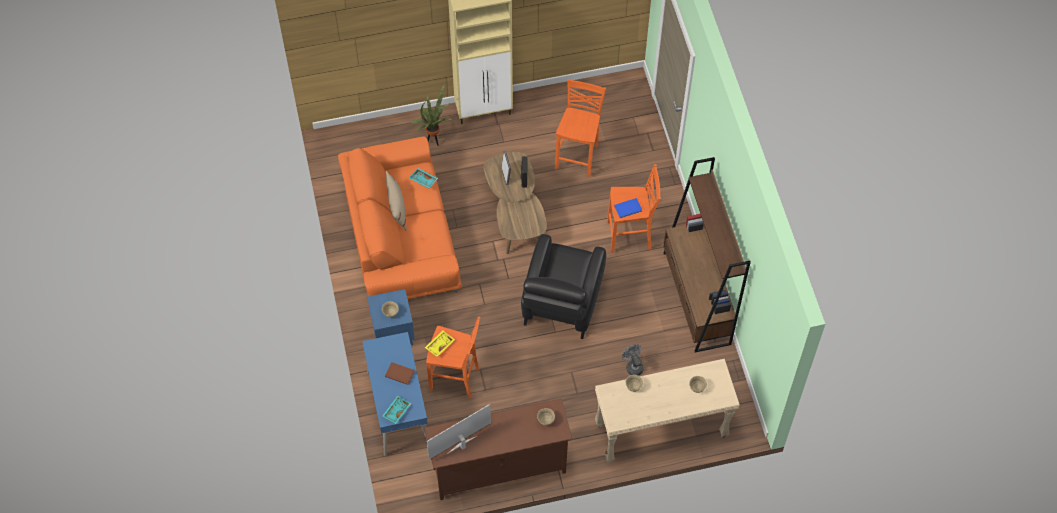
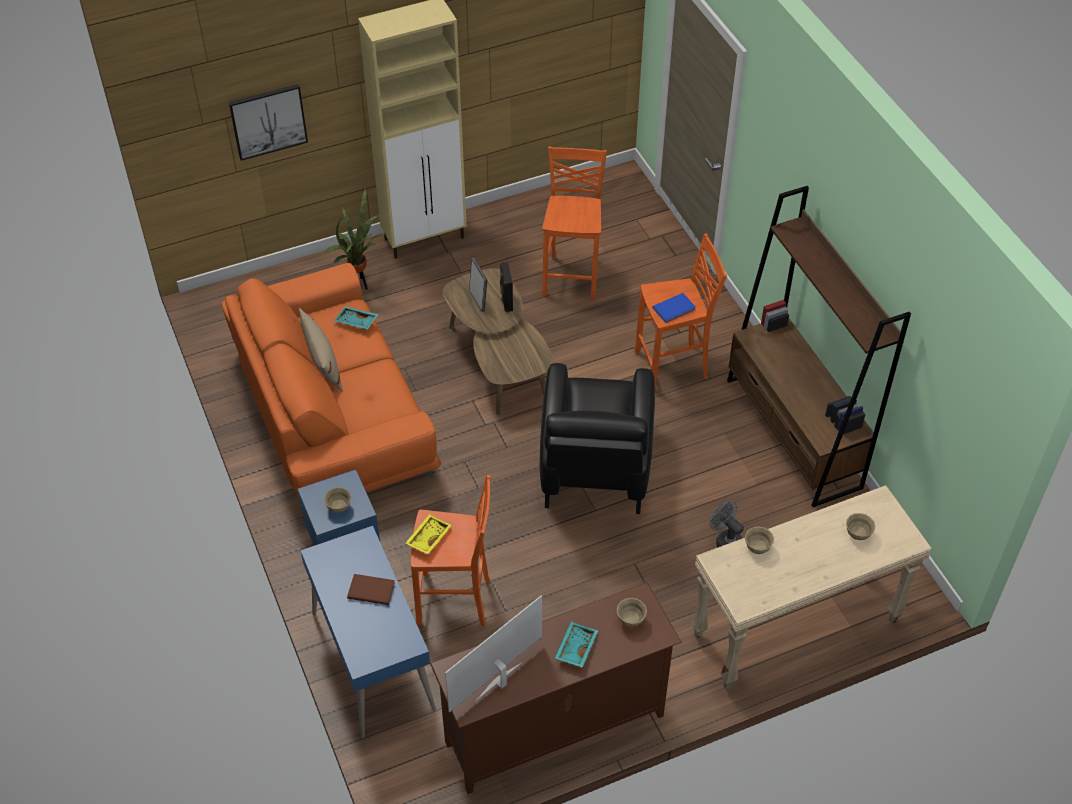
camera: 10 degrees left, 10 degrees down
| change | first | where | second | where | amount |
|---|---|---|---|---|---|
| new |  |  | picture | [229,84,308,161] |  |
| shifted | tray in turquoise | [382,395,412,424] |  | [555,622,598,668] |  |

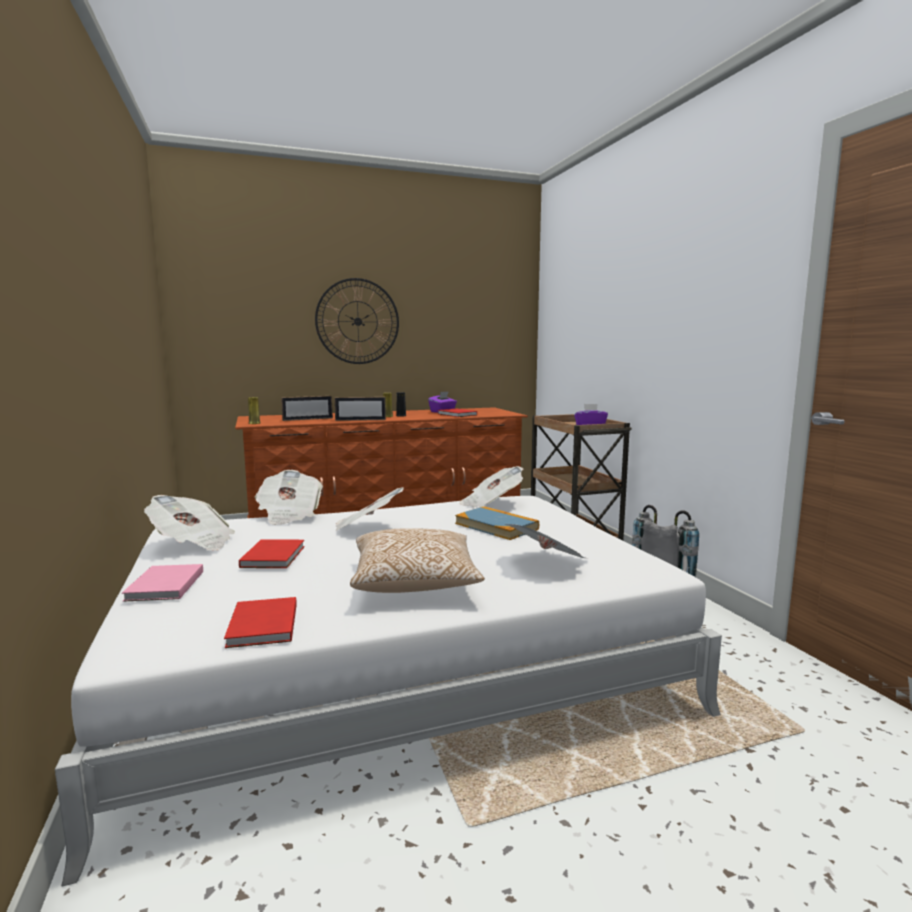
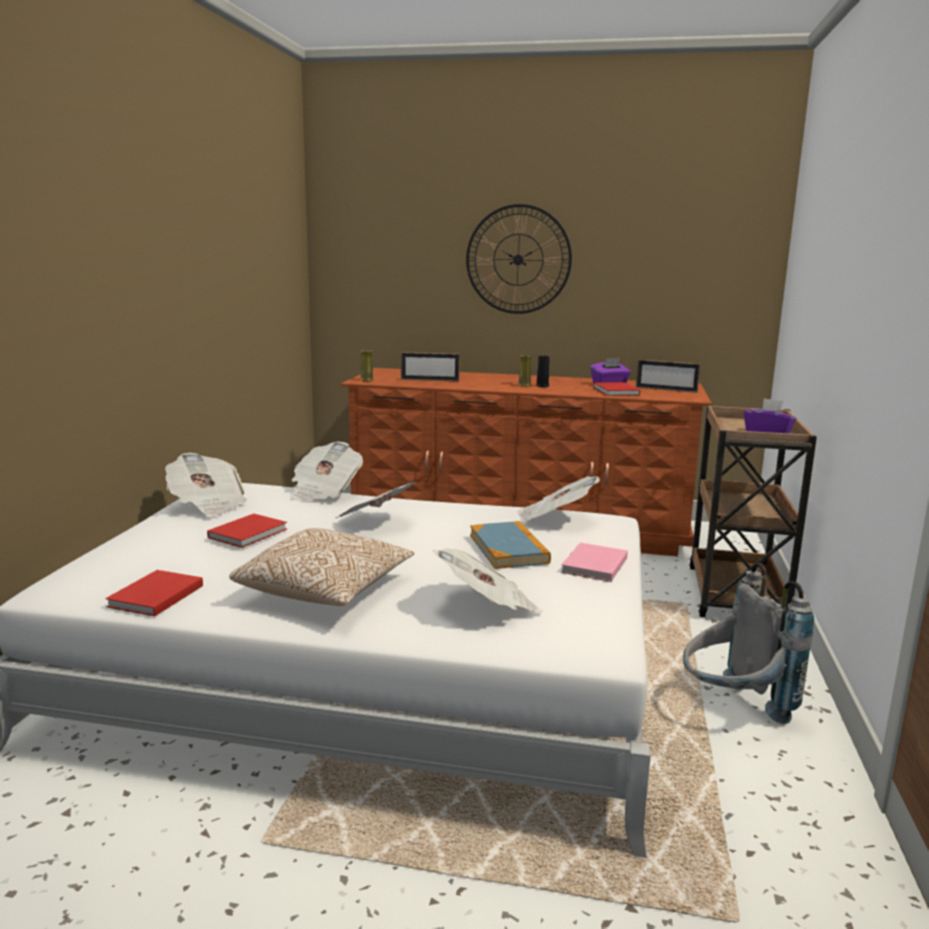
camera: 30 degrees right, 5 degrees up
| change | first | where | second | where | amount |
|---|---|---|---|---|---|
| shifted | book in pink | [122,564,203,602] |  | [561,543,628,582] |  |
| shifted | picture frame | [334,397,386,421] |  | [636,359,700,393] |  |

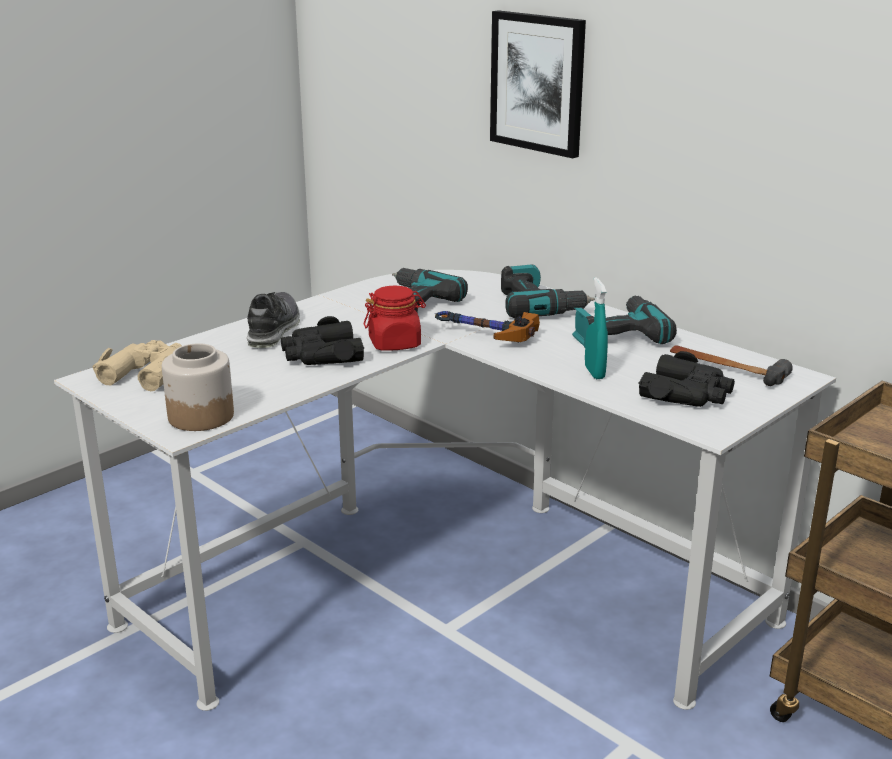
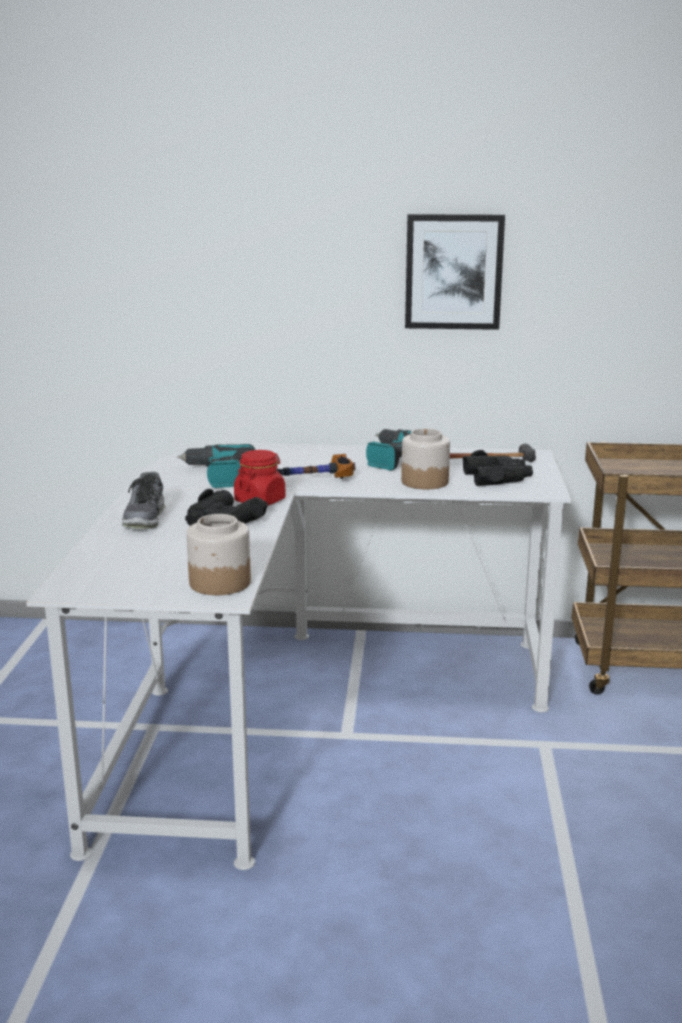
camera: 40 degrees left, 5 degrees down
| change | first | where | second | where | amount |
|---|---|---|---|---|---|
| gone | binoculars in beige | [93,340,182,391] |  |  |  |
| gone | power drill | [501,265,595,318] |  |  |  |
| shifted | picture | [490,10,586,158] |  | [405,214,505,330] |  |
| swapped | spray bottle in turquoise | [585,277,608,379] | jar | [401,428,450,489] |  |
| rotated | shoe | [247,292,300,348] |  | [122,472,165,530] | 150 degrees counterclockwise |

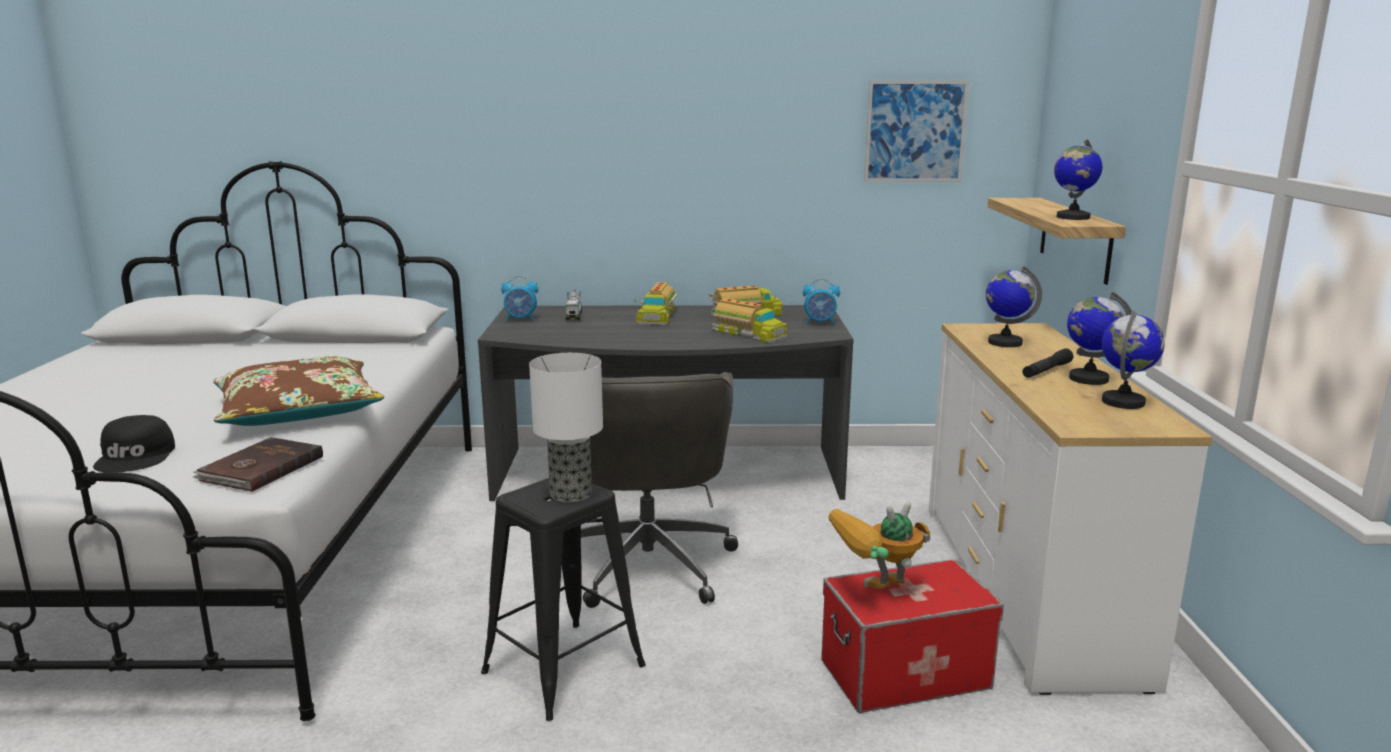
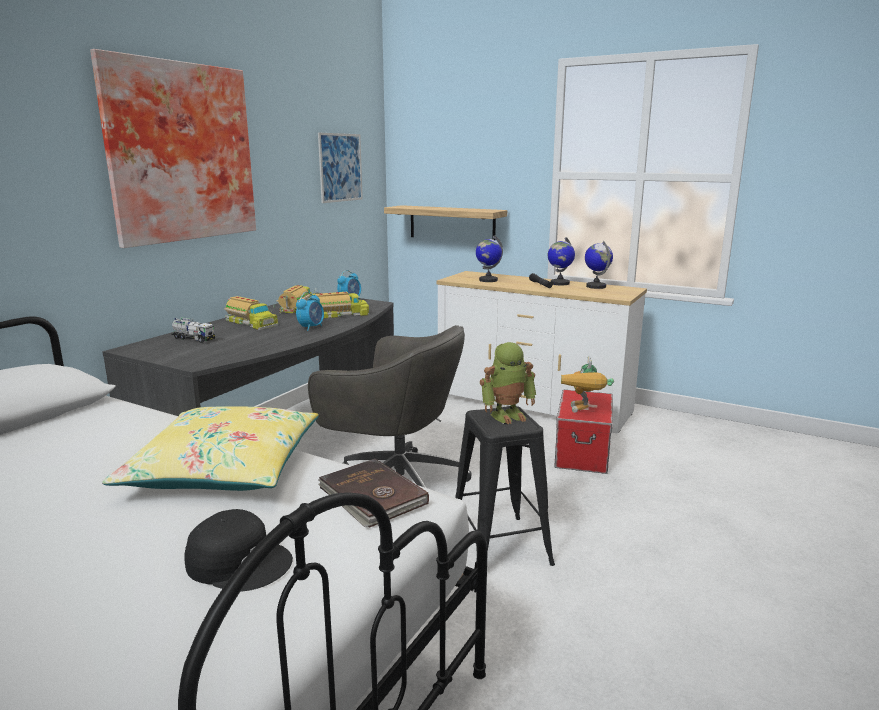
camera: 60 degrees left, 0 degrees up
| change | first | where | second | where | amount |
|---|---|---|---|---|---|
| gone | globe | [1054,139,1102,220] |  |  |  |
| new |  |  | picture | [90,49,256,248] |  |
| shifted | alarm clock | [501,276,538,321] |  | [296,292,324,331] |  |
| swapped | table lamp | [529,353,603,503] | toy robot | [480,342,536,424] |  |
| repainted | pillow in brown | [213,356,385,426] | pillow in yellow | [102,407,319,491] |  |

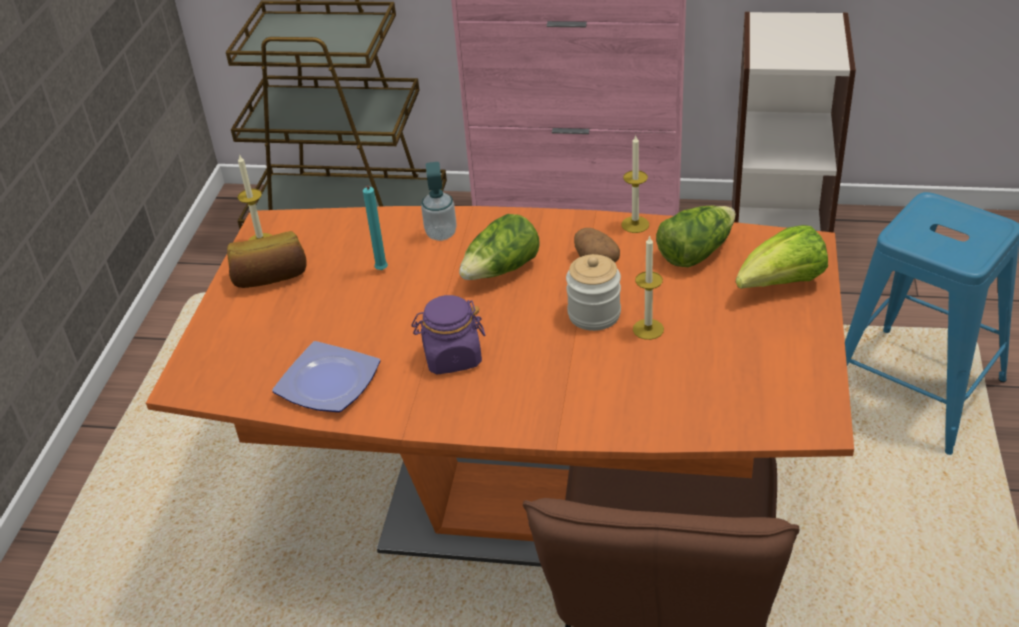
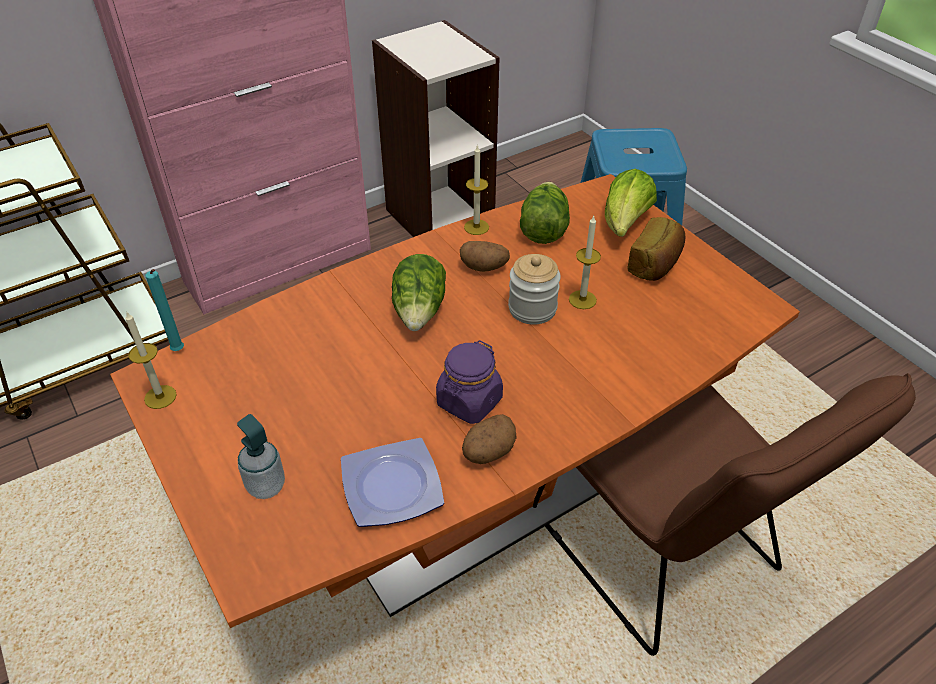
camera: 45 degrees left, 5 degrees up
| change | first | where | second | where | amount |
|---|---|---|---|---|---|
| new |  |  | potato | [462,414,517,464] |  |
| shifted | bread | [227,231,307,288] |  | [627,217,685,281] |  |
| shifted | candle in turquoise | [363,186,388,270] |  | [145,269,184,351] |  |
| shifted | soap dispenser | [421,162,457,241] |  | [237,414,285,499] |  |

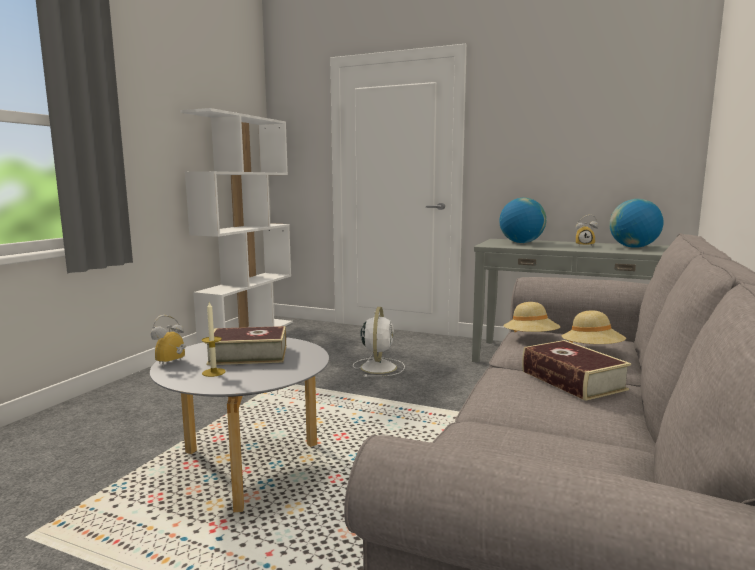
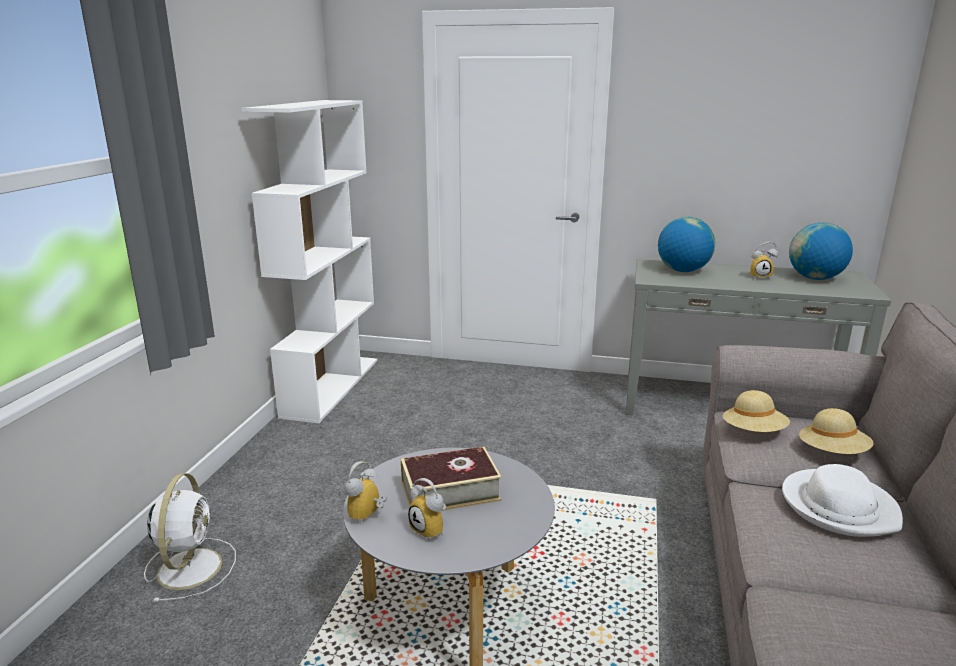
camera: 10 degrees left, 10 degrees up
| change | first | where | second | where | amount |
|---|---|---|---|---|---|
| shifted | fan in white | [353,307,405,377] |  | [144,474,236,603] |  |
| swapped | candle | [202,302,226,377] | alarm clock | [408,478,446,541] |  |
| swapped | book | [522,340,631,401] | hat in white | [782,464,903,537] |  |

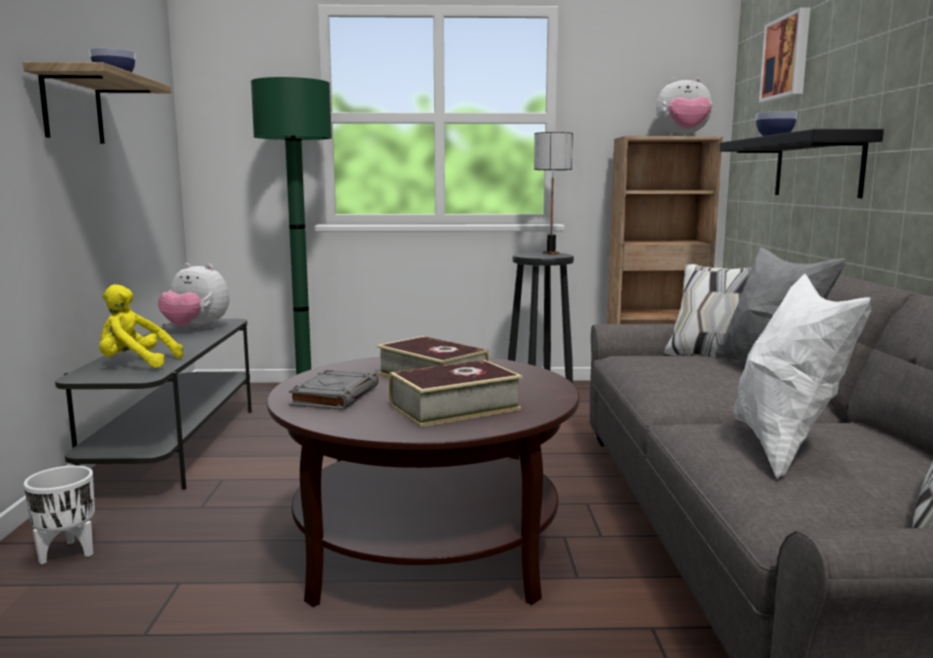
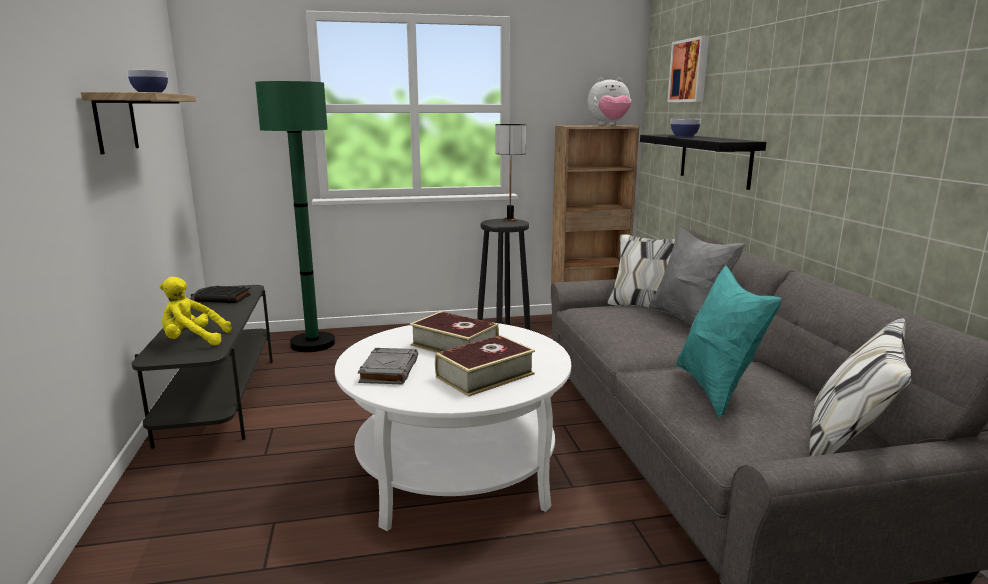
camera: 10 degrees left, 5 degrees up
| change | first | where | second | where | amount |
|---|---|---|---|---|---|
| gone | planter in white | [24,466,95,564] |  |  |  |
| swapped | plush toy | [158,263,229,328] | book in black | [194,286,251,303] |  |
| repainted | coffee table in brown | [267,357,580,607] | coffee table in white | [335,322,571,531] |  |
| repainted | pillow in white | [733,273,872,479] | pillow in turquoise | [677,265,781,418] |  |

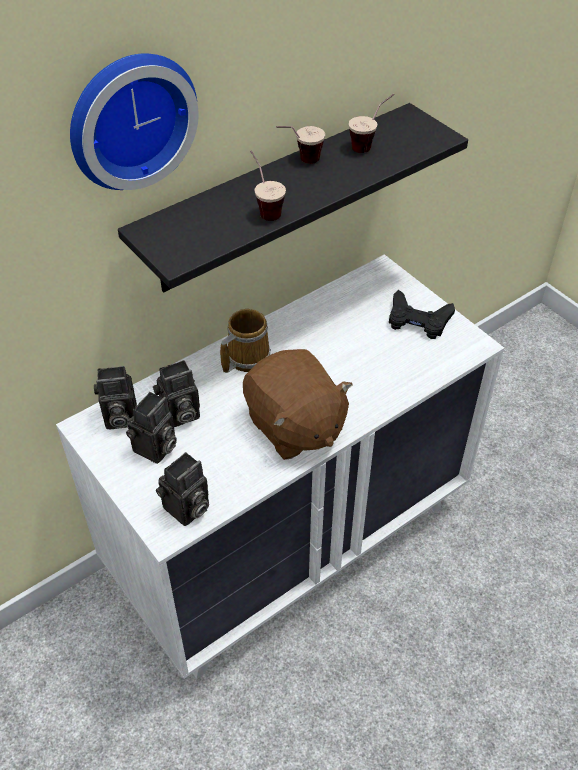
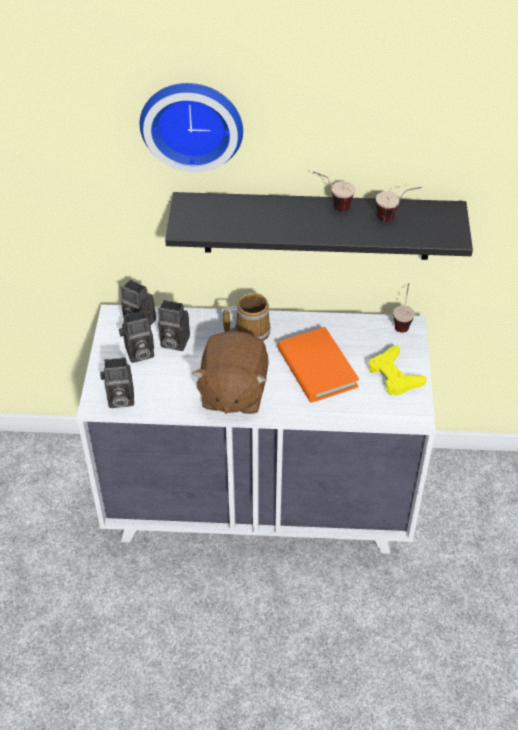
camera: 40 degrees right, 0 degrees up
| change | first | where | second | where | amount |
|---|---|---|---|---|---|
| new |  |  | book in orange | [277,327,359,403] |  |
| shifted | cup | [250,150,286,221] |  | [393,283,415,333] |  |
| repainted | game controller in black | [389,290,455,339] | game controller in yellow | [369,345,427,396] |  |

